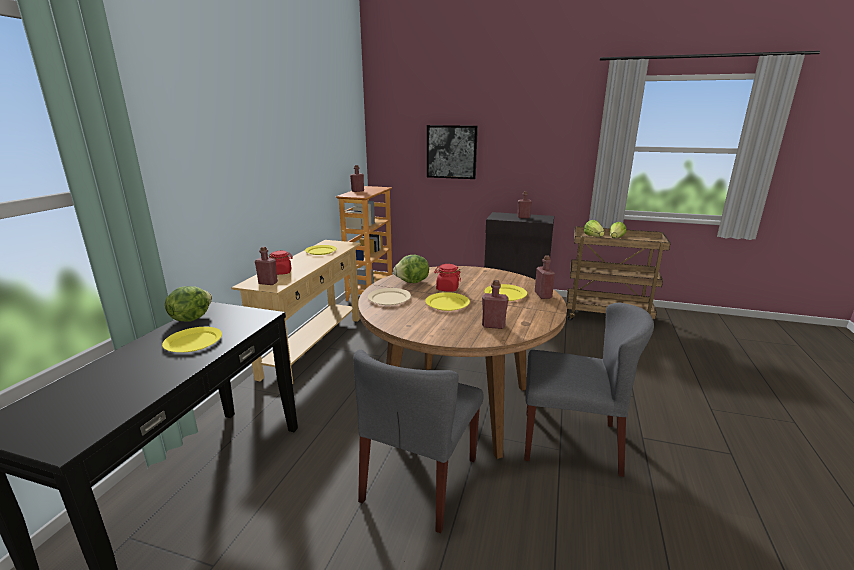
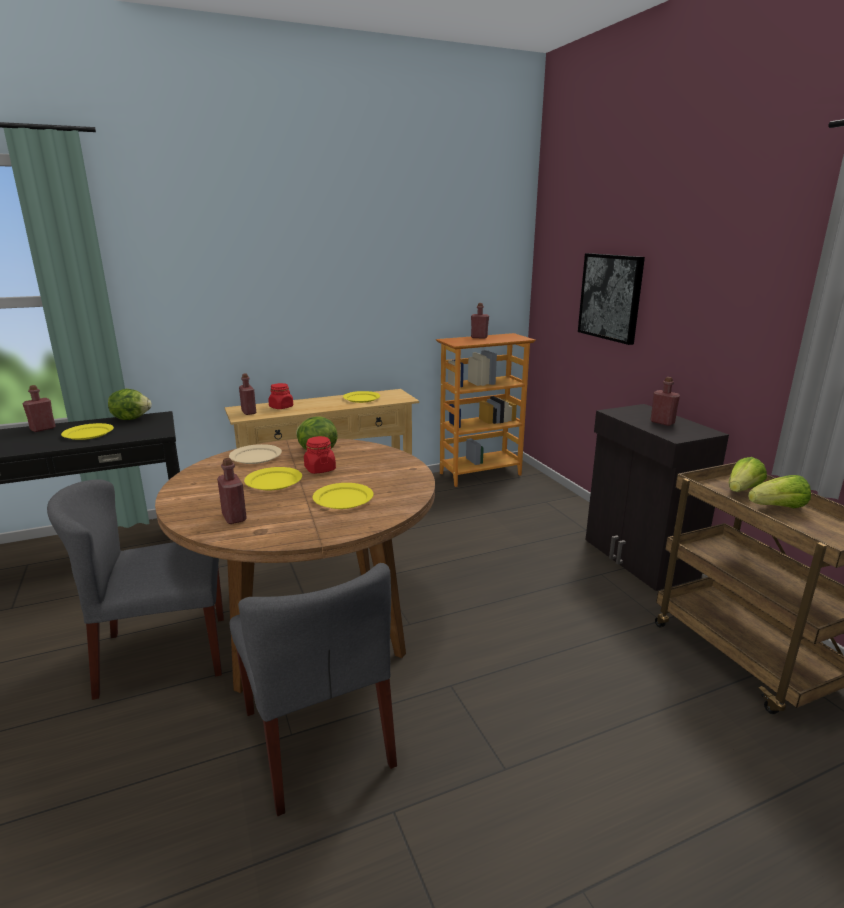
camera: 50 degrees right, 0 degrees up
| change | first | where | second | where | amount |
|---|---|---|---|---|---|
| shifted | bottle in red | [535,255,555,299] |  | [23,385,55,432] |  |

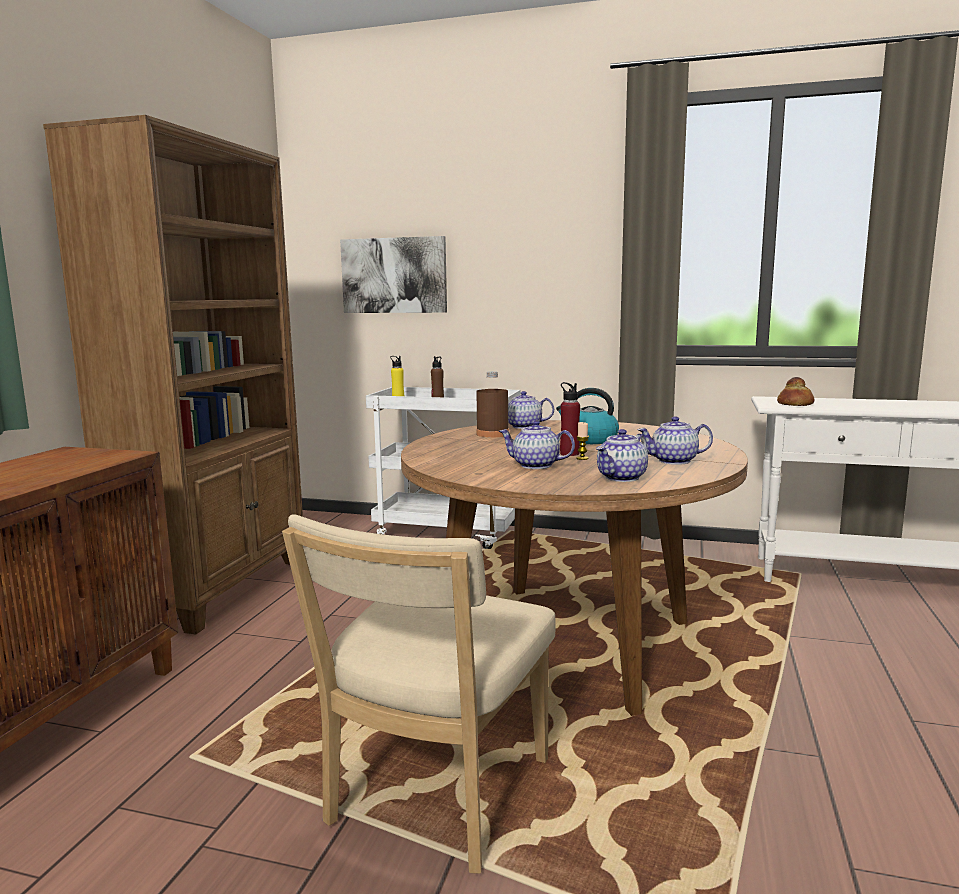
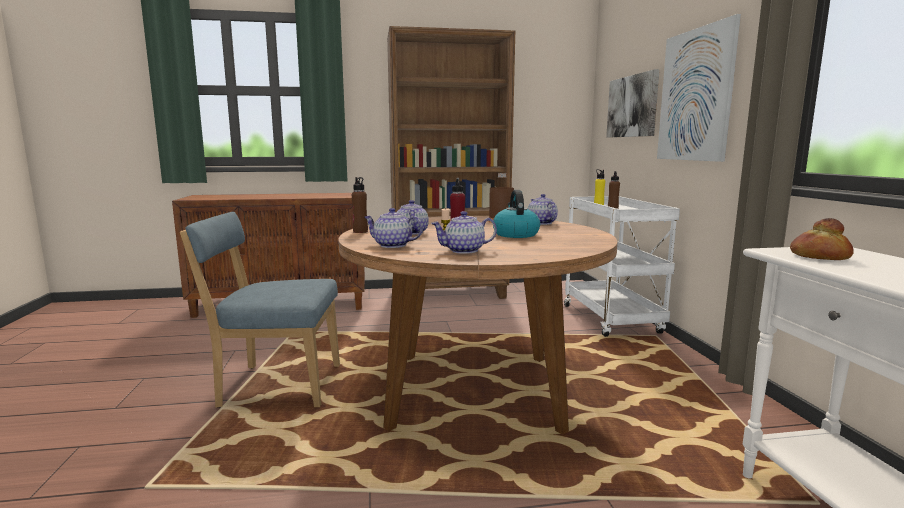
camera: 65 degrees right, 0 degrees up
| change | first | where | second | where | amount |
|---|---|---|---|---|---|
| new |  |  | bottle in brown | [352,177,368,233] |  |
| new |  |  | picture | [657,14,741,162] |  |
| repainted | chair in beige | [282,514,556,874] | chair in blue | [180,212,340,408] |  |
| rotated | teapot | [637,416,713,465] |  | [431,211,497,254] | 75 degrees counterclockwise |

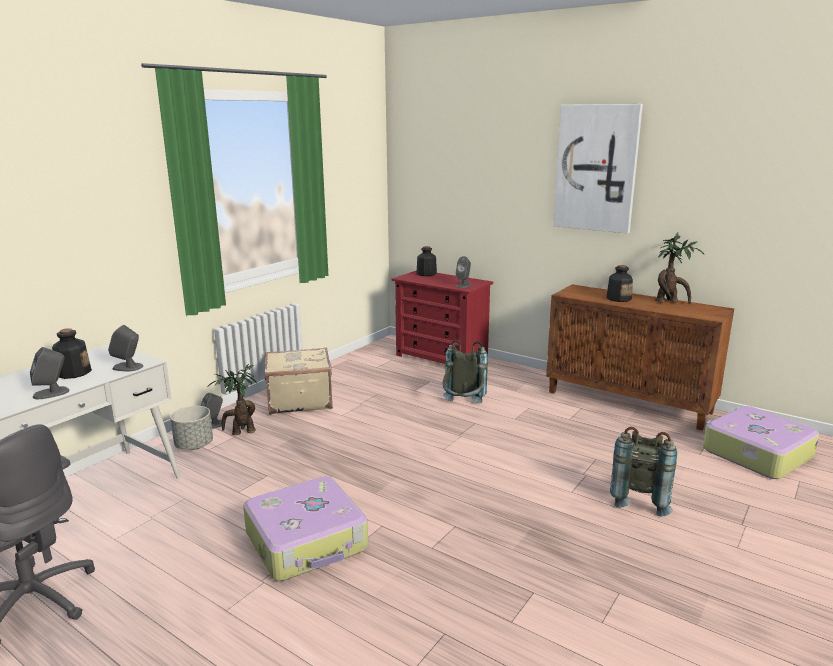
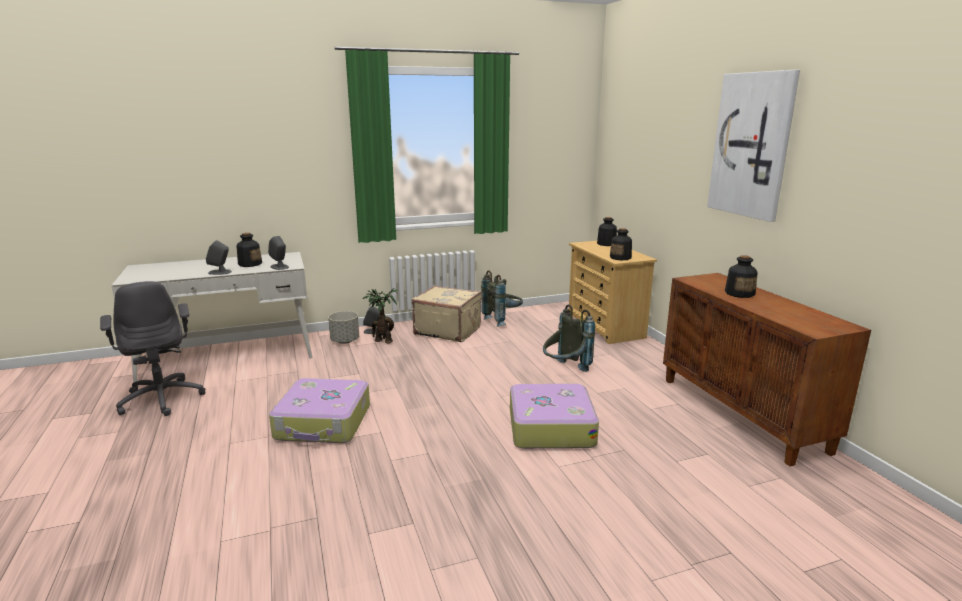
camera: 35 degrees right, 0 degrees up
| change | first | where | second | where | amount |
|---|---|---|---|---|---|
| gone | potted plant | [655,232,704,304] |  |  |  |
| shifted | backpack in grey | [610,427,677,517] |  | [481,270,523,327] |  |
| shifted | suitcase | [703,406,819,479] |  | [510,384,599,449] |  |
| swapped | speaker in grey | [456,256,471,288] | bottle | [610,228,632,260] |  |
| repainted | dresser in red | [392,270,493,364] | dresser in beige | [569,241,657,344] |  |

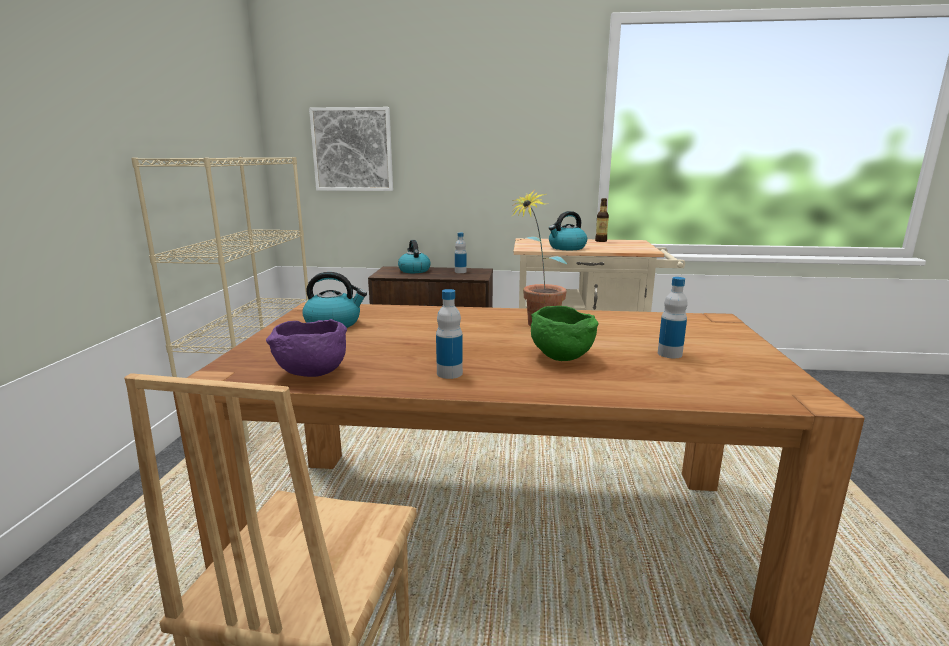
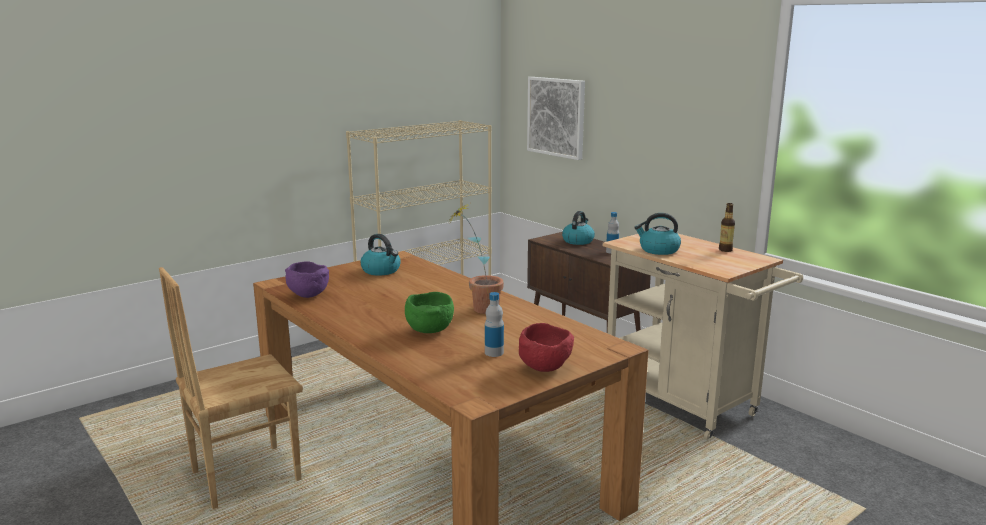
camera: 45 degrees right, 0 degrees up
| change | first | where | second | where | amount |
|---|---|---|---|---|---|
| gone | bottle | [436,289,463,379] |  |  |  |
| new |  |  | bowl in red | [519,323,574,372] |  |

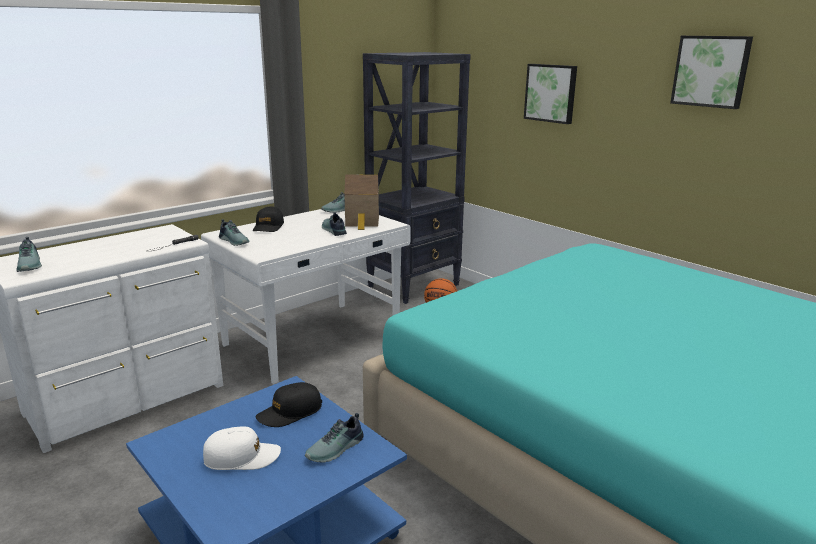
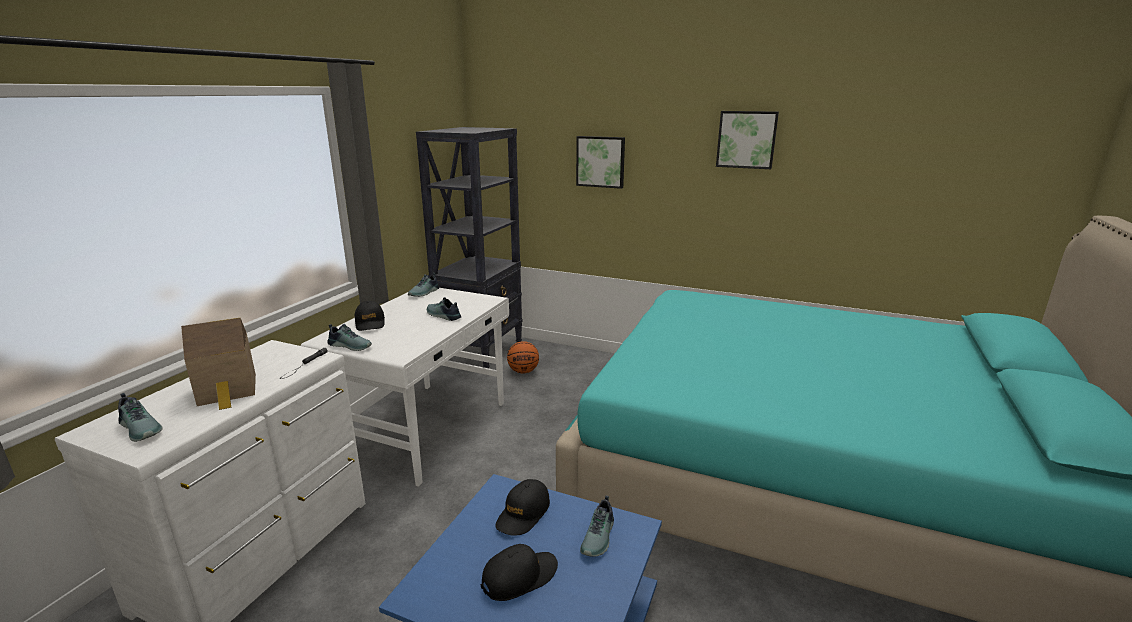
camera: 25 degrees left, 0 degrees up
| change | first | where | second | where | amount |
|---|---|---|---|---|---|
| shifted | toy house | [344,175,379,230] |  | [181,318,256,410] |  |
| repainted | cap in white | [203,427,281,470] | cap in black | [481,544,558,601] |  |

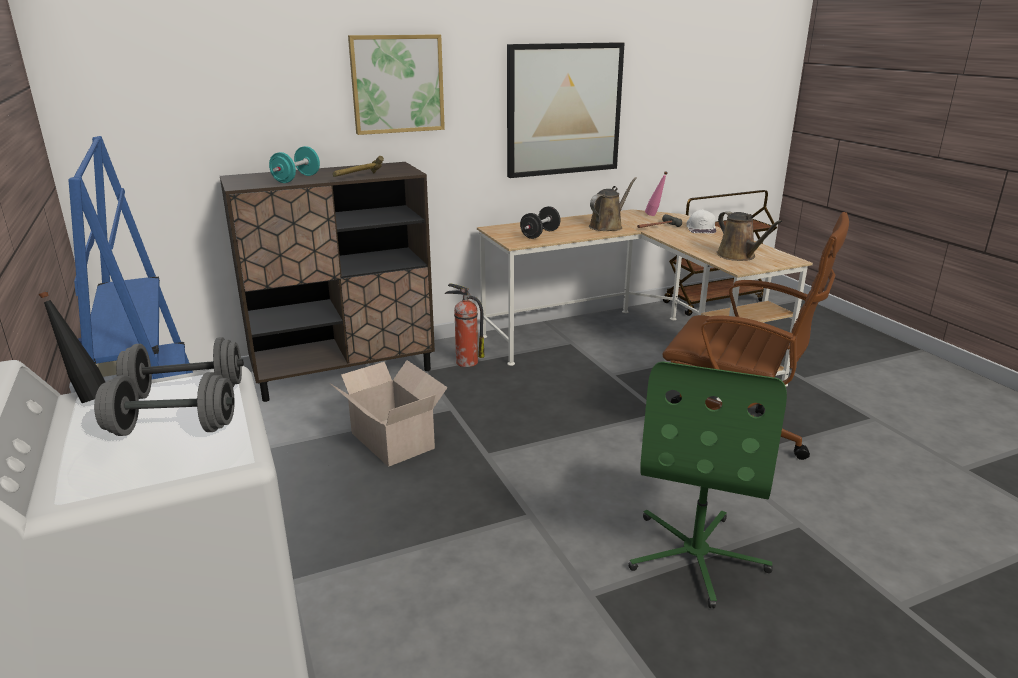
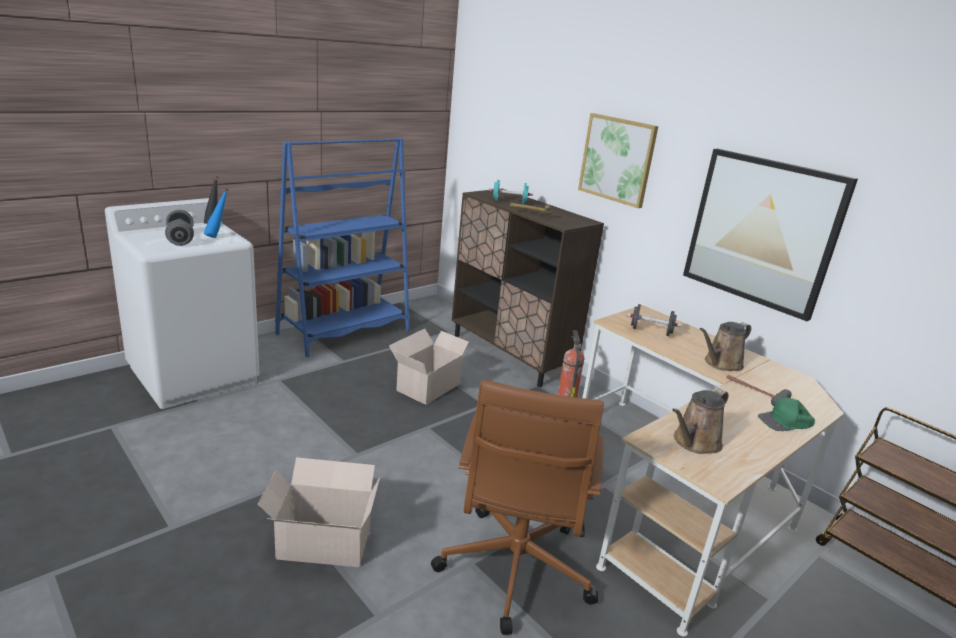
camera: 70 degrees right, 0 degrees up
| change | first | where | second | where | amount |
|---|---|---|---|---|---|
| gone | bottle in pink | [645,171,668,216] |  |  |  |
| swapped | dumbbell in grey | [116,337,244,399] | bottle in blue | [204,188,229,238] |  |
| swapped | office chair in green | [628,361,787,608] | cardboard box | [258,457,380,567] |  |
| repainted | cap in white | [686,209,716,234] | cap in green | [758,397,815,431] |  |
| rotated | watering can in brown | [589,177,637,231] |  | [700,322,751,371] | 120 degrees clockwise |

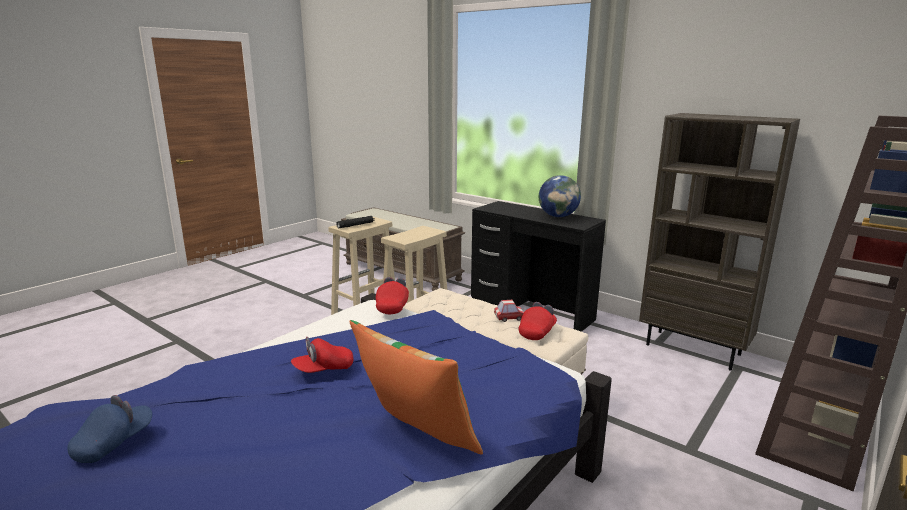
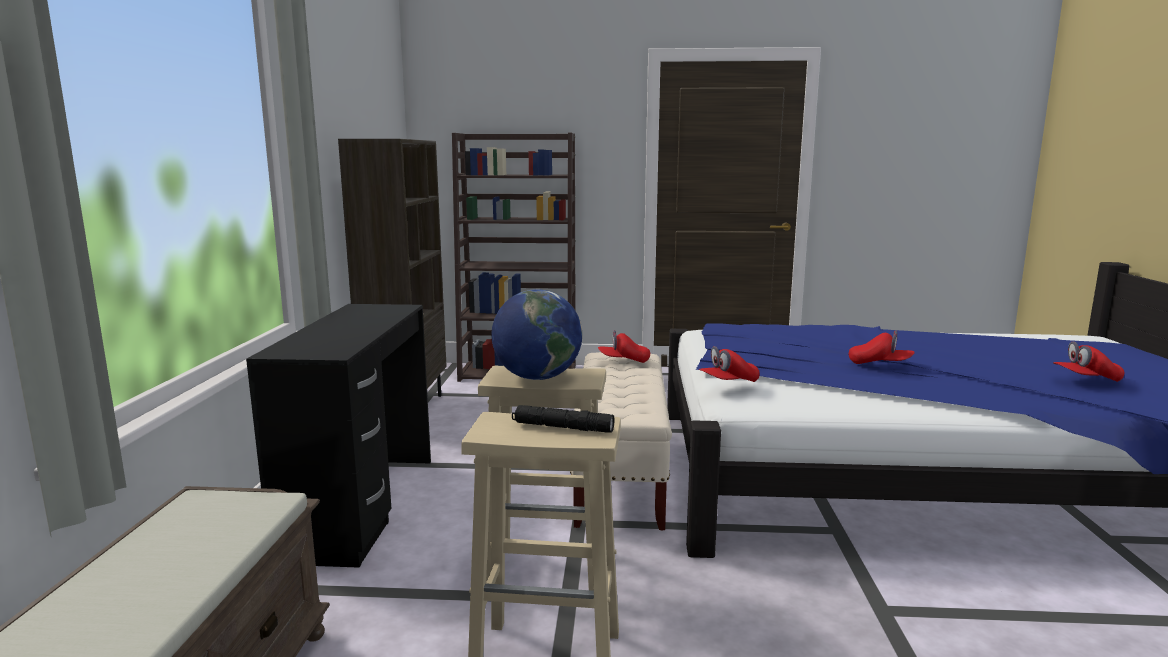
camera: 125 degrees left, 5 degrees down
| change | first | where | second | where | amount |
|---|---|---|---|---|---|
| gone | pillow | [349,320,483,455] |  |  |  |
| gone | toy car | [494,300,524,322] |  |  |  |
| shifted | globe | [539,175,581,217] |  | [492,289,582,380] |  |
| repainted | cap in blue | [68,395,152,463] | cap in red | [1053,341,1125,382] |  |

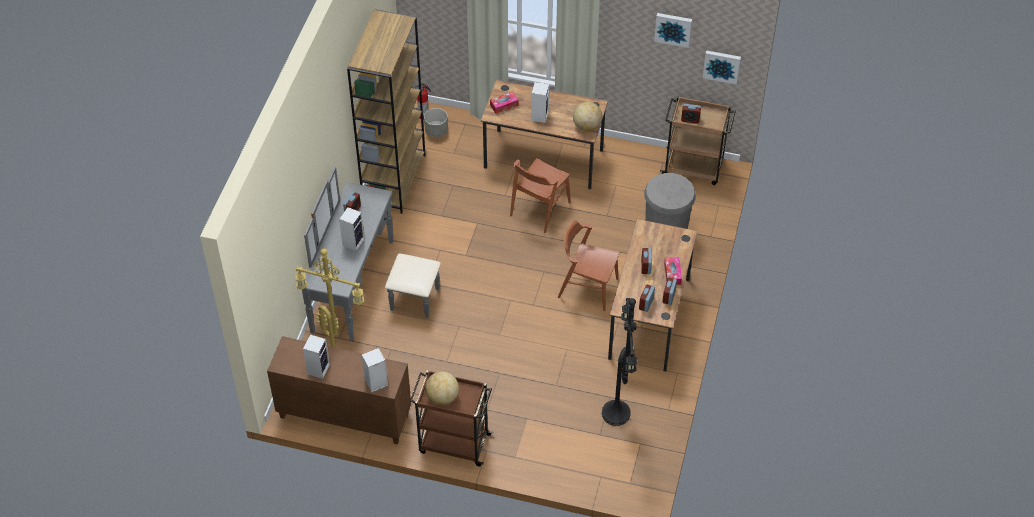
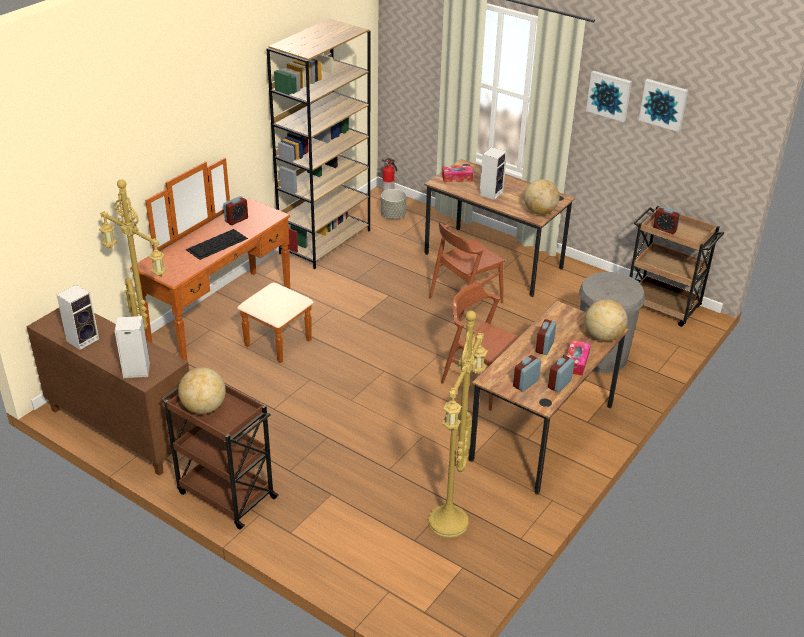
camera: 20 degrees right, 15 degrees down
| change | first | where | second | where | amount |
|---|---|---|---|---|---|
| new |  |  | globe | [585,299,628,341] |  |
| shifted | picture | [703,50,741,85] |  | [586,71,632,122] |  |
| swapped | speaker | [339,207,365,251] | keyboard | [186,229,248,260] |  |
| repainted | dresser in grey | [302,167,441,342] | dresser in brown | [130,157,313,364] |  |
| repainted | floor lamp in black | [602,298,637,426] | floor lamp in yellow | [428,311,488,538] |  |

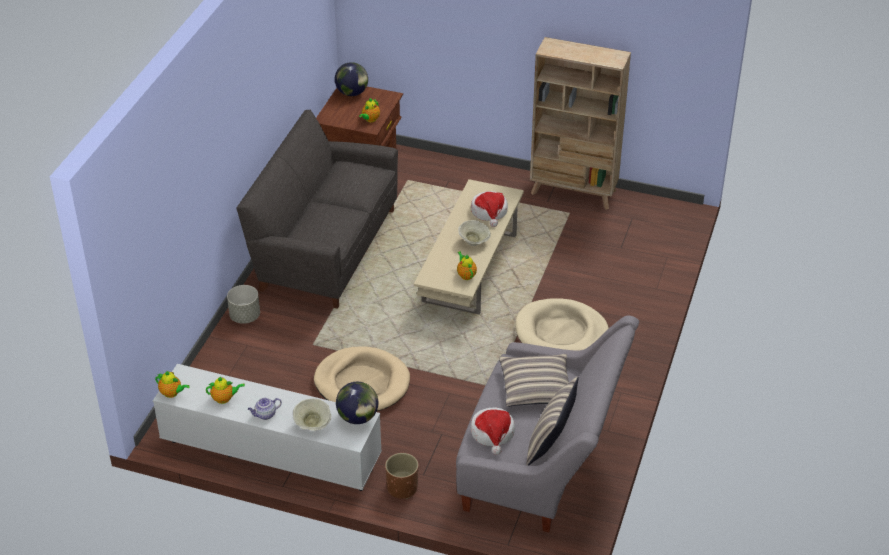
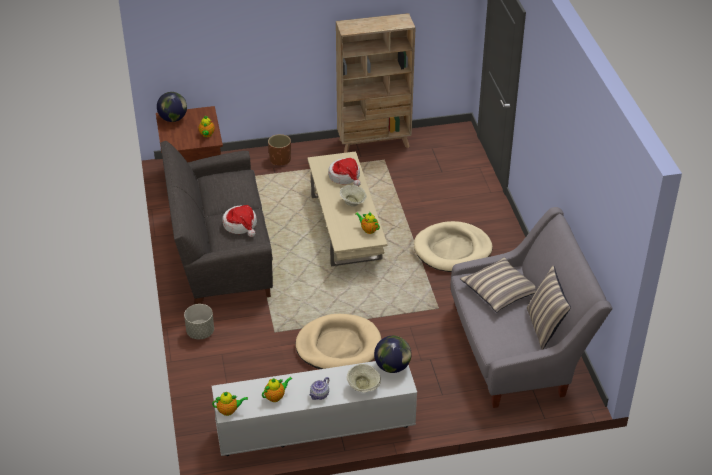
camera: 30 degrees left, 0 degrees up
| change | first | where | second | where | amount |
|---|---|---|---|---|---|
| shifted | planter in brown | [385,453,419,499] |  | [268,134,291,165] |  |
| shifted | hat | [471,407,515,455] |  | [222,205,257,237] |  |

